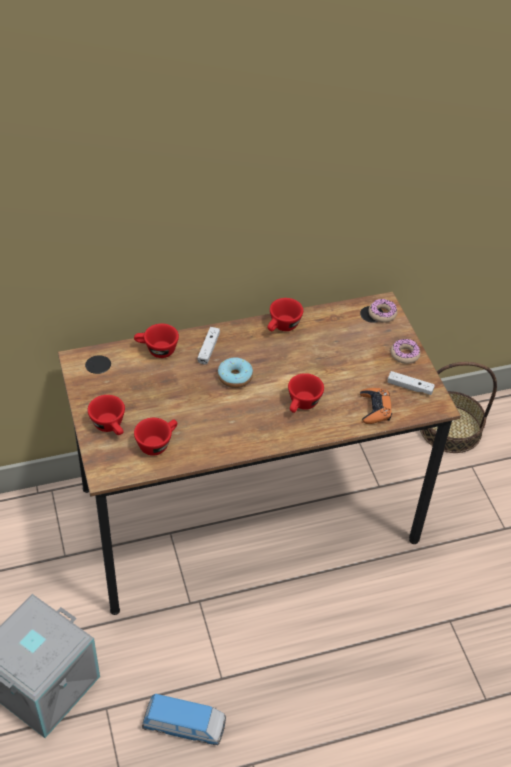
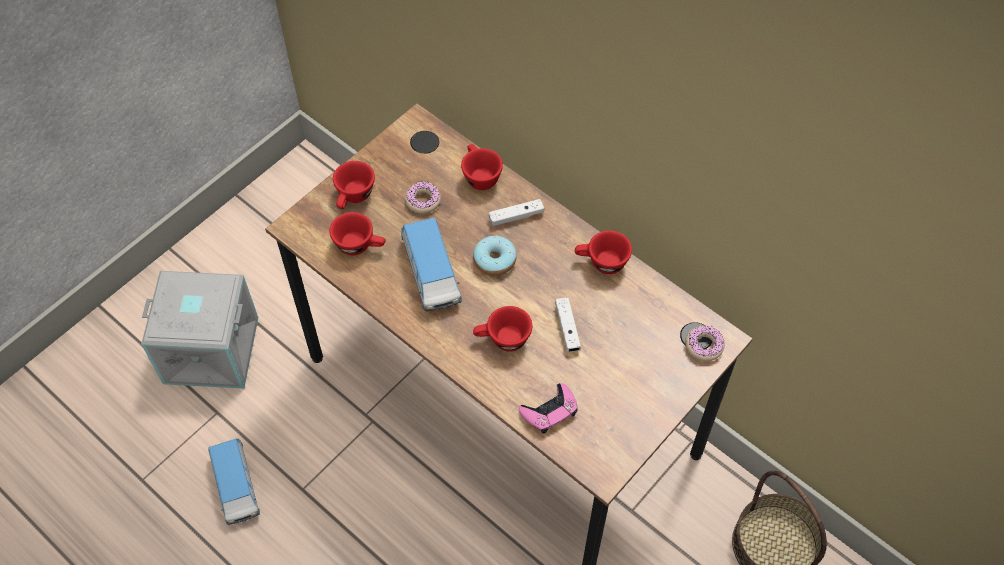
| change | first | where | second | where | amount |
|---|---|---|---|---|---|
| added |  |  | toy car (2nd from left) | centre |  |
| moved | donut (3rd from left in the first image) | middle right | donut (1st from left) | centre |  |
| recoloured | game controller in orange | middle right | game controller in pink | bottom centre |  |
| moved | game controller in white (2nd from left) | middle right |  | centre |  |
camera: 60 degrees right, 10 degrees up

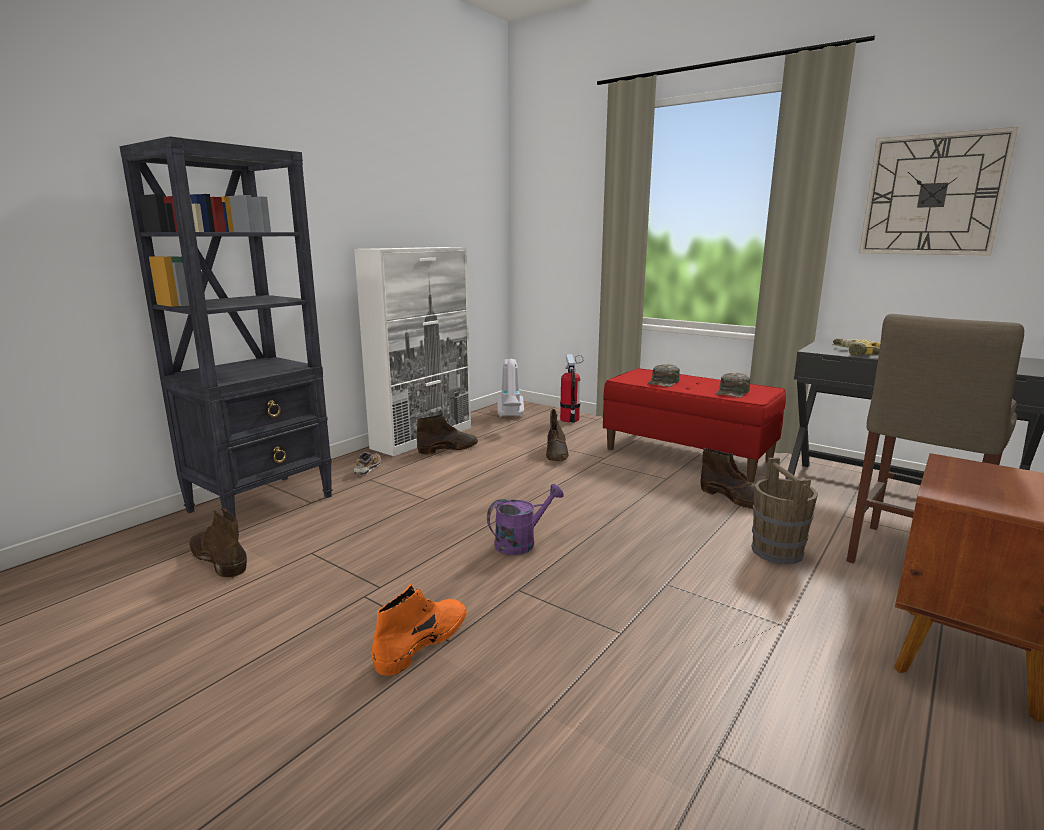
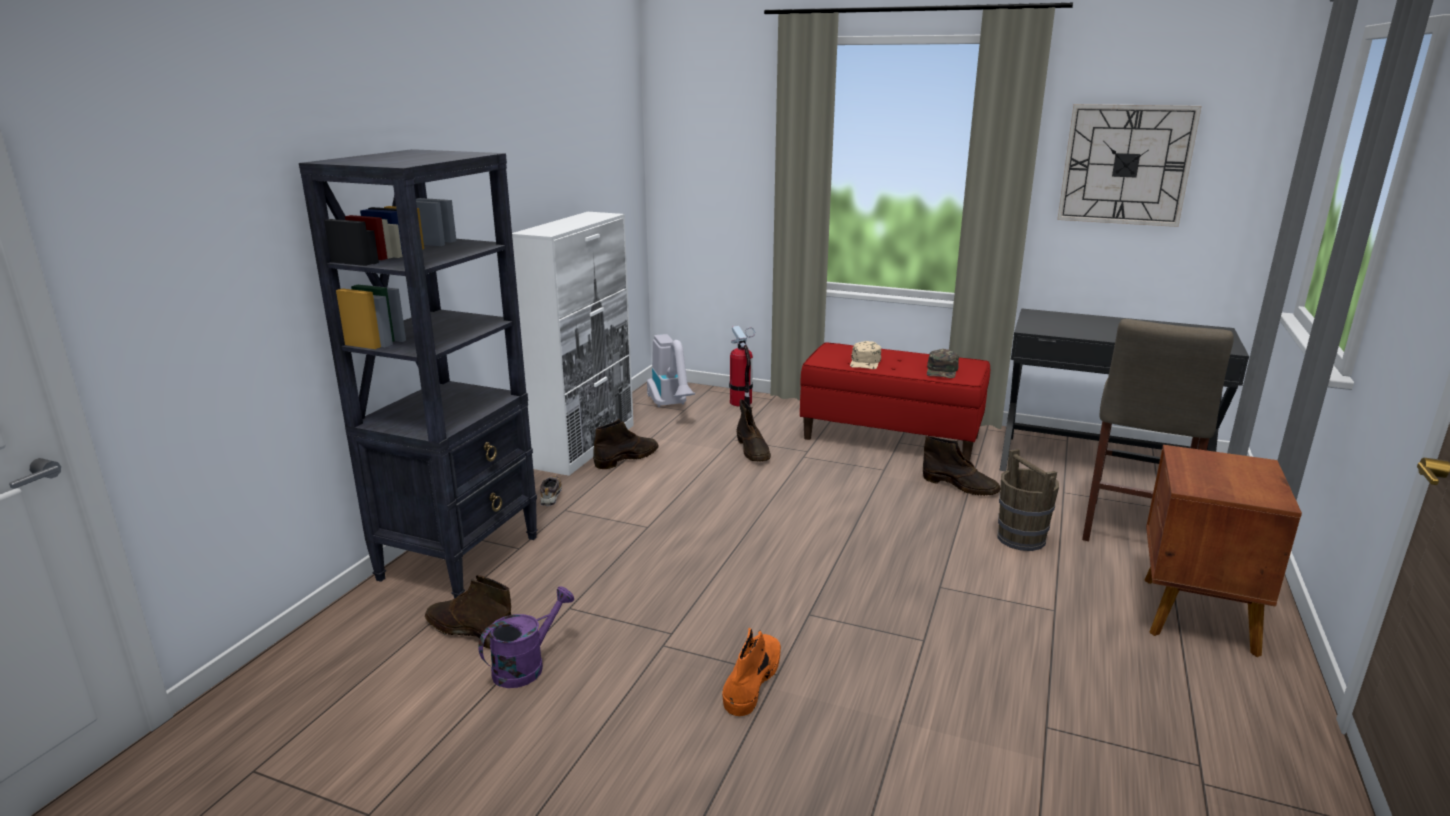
| change | first | where | second | where | amount |
|---|---|---|---|---|---|
| moved | watering can in purple | centre |  | bottom centre |  |
| recoloured | cap in green (1st from left) | centre | cap in beige | centre |  |
| removed | power drill | middle right |  |  |  |
camera: 15 degrees left, 5 degrees up

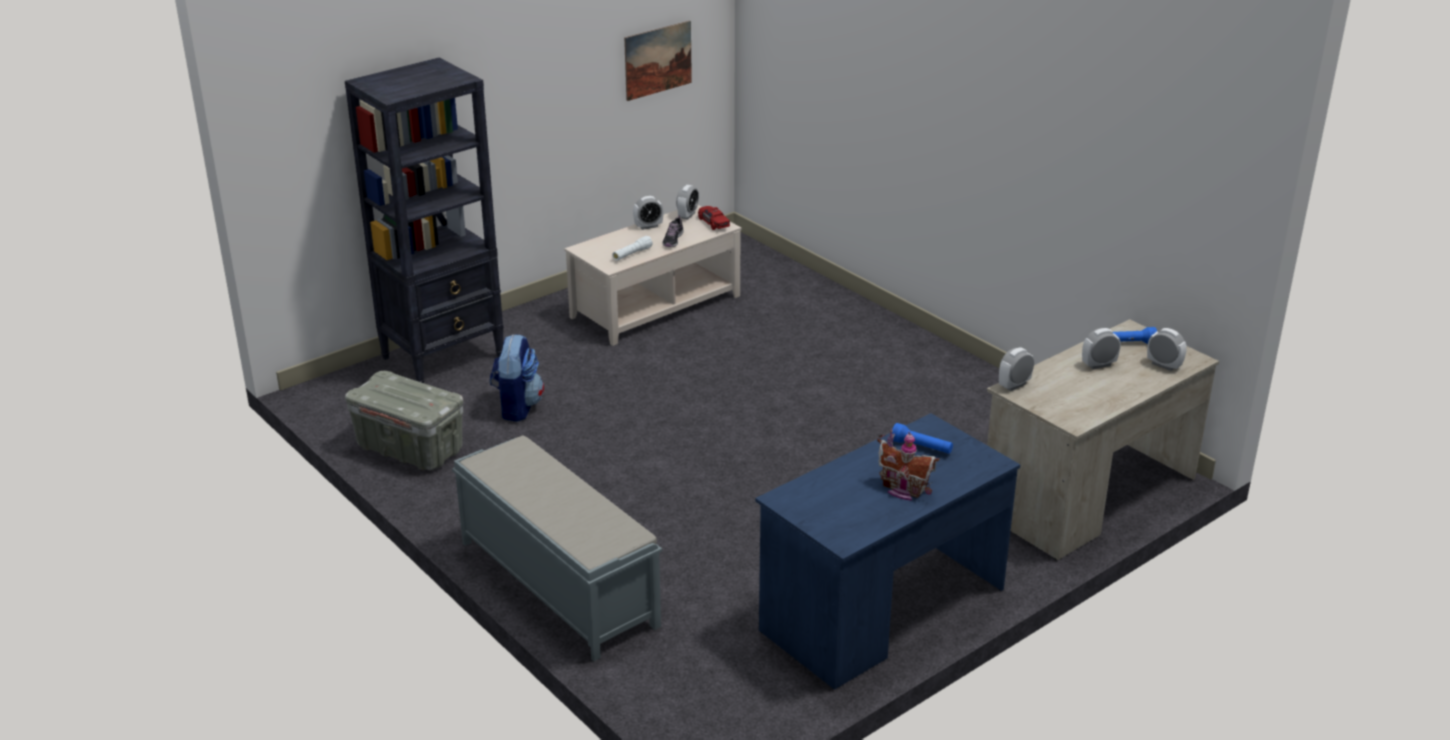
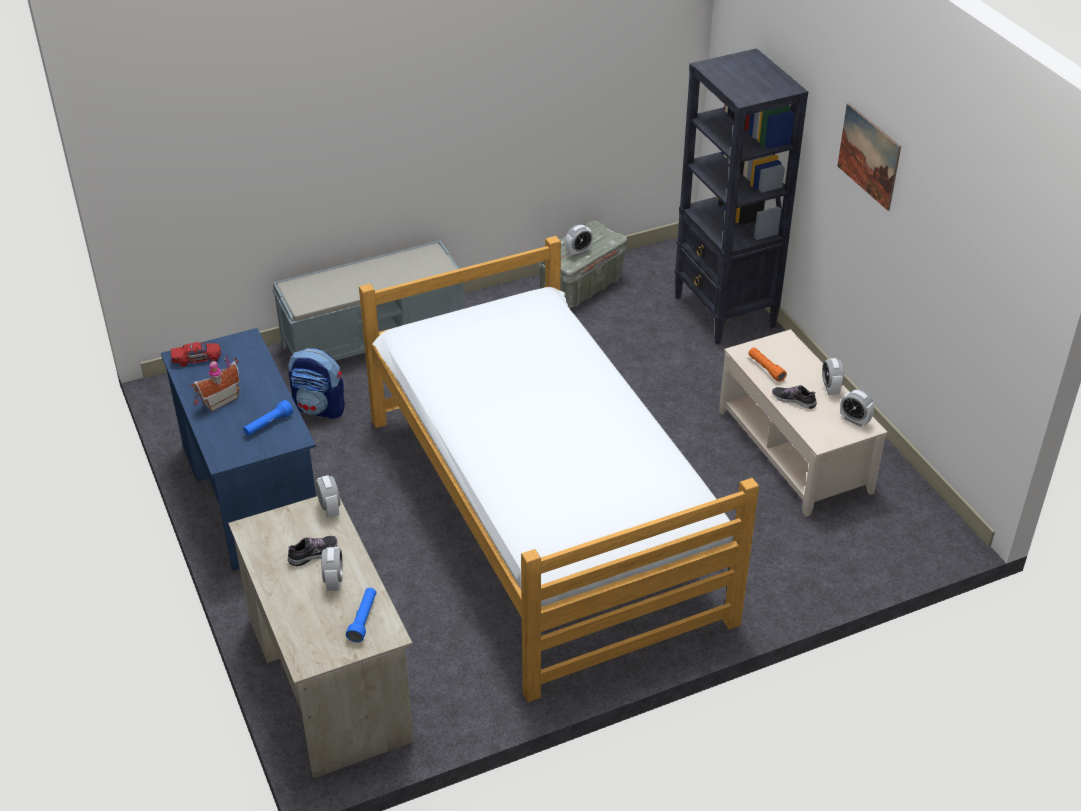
| change | first | where | second | where | amount |
|---|---|---|---|---|---|
| moved | toy car in red | top centre |  | middle left |  |
| moved | backpack | centre |  | middle left |  |
| added |  |  | shoe (1st from left) | bottom left |  |
| added |  |  | bed | centre |  |
| moved | alarm clock (5th from left in the first image) | middle right | alarm clock (3rd from left) | top centre |  |
| recoloured | flashlight in white | centre | flashlight in orange | middle right |  |
| moved | picture | top centre |  | top right |  |
camera: 105 degrees right, 10 degrees up

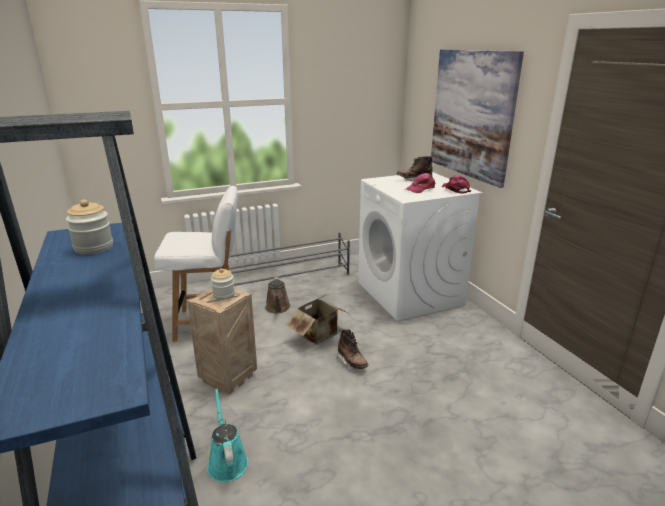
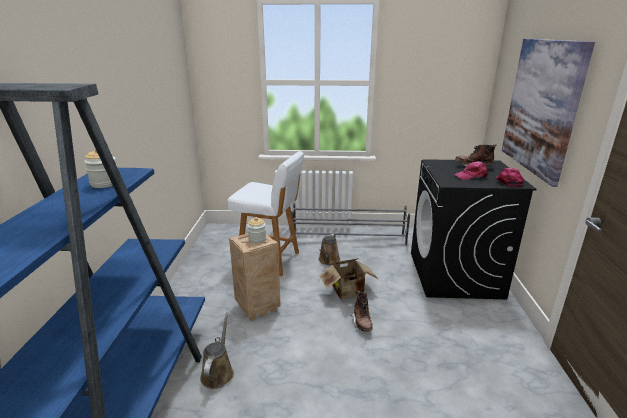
| change | first | where | second | where | amount |
|---|---|---|---|---|---|
| recoloured | watering can in turquoise | bottom centre | watering can in brown (1st from left) | bottom centre |  |
| recoloured | washing machine in white | centre | washing machine in black | middle right |  |
camera: 25 degrees right, 0 degrees up

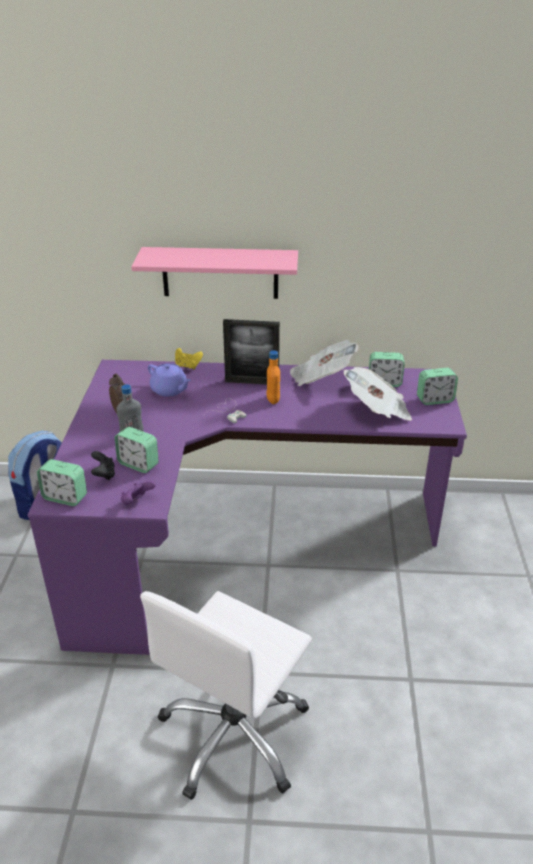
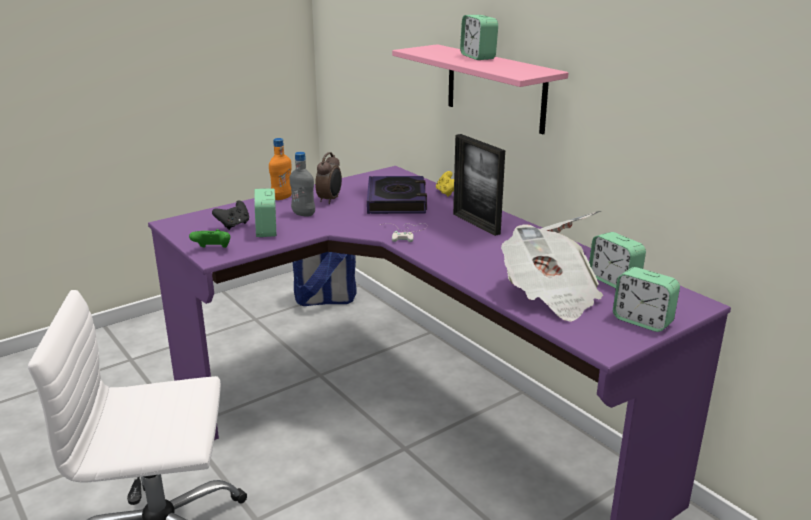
| change | first | where | second | where | amount |
|---|---|---|---|---|---|
| recoloured | game controller in purple | middle left | game controller in green | middle left |  |
| moved | bottle in orange | centre |  | top centre |  |
| replaced | teapot in purple | middle left | book | centre |  |
| moved | alarm clock (1st from left in the first image) | middle left | alarm clock (3rd from left) | top centre |  |
camera: 50 degrees right, 10 degrees down

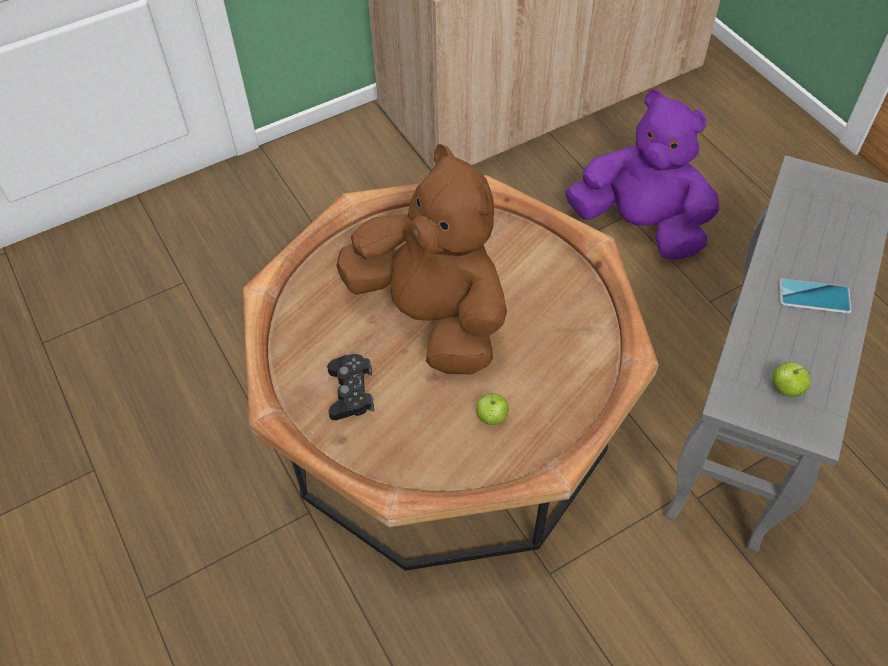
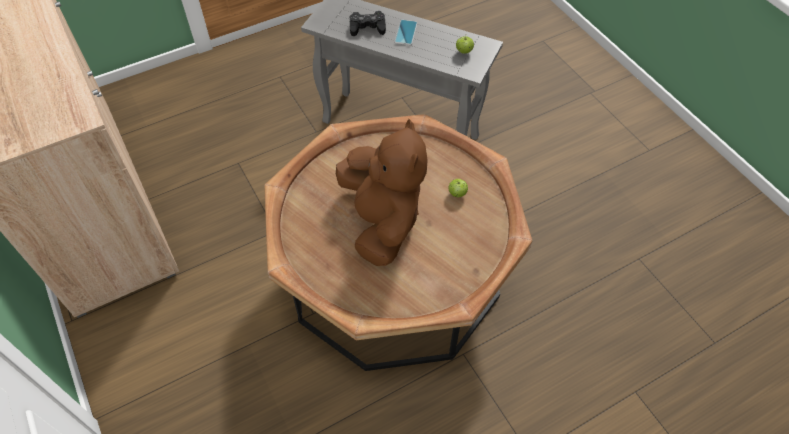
| change | first | where | second | where | amount |
|---|---|---|---|---|---|
| turned | plush toy in brown | centre |  | centre | 120 degrees clockwise |
| moved | game controller in black | centre |  | top centre |  |
| removed | plush toy in purple | top right |  |  |  |
camera: 90 degrees left, 0 degrees up

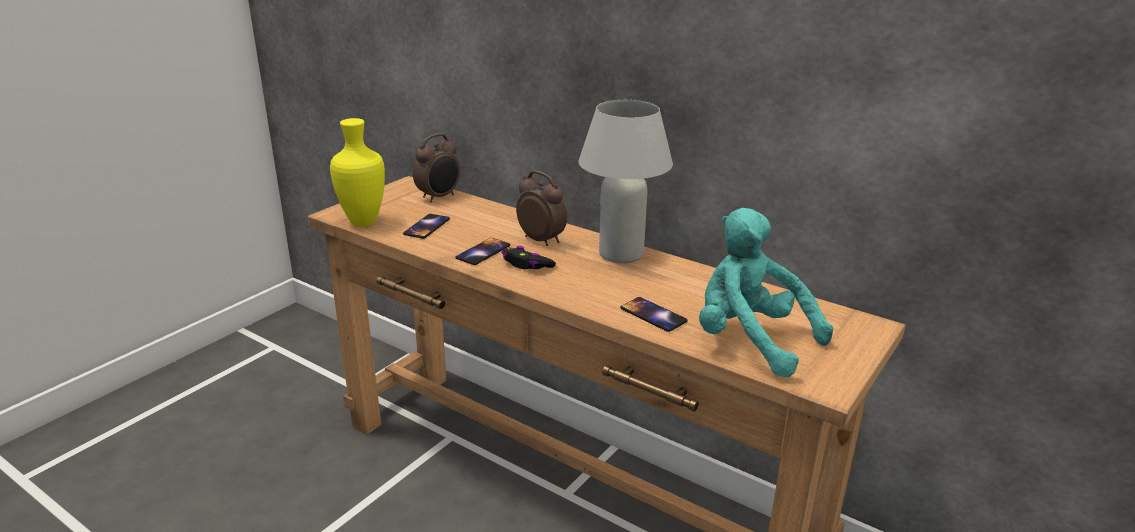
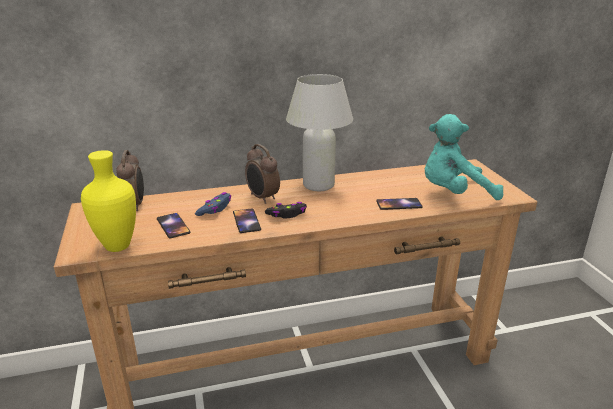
| change | first | where | second | where | amount |
|---|---|---|---|---|---|
| added |  |  | game controller in blue | centre |  |
| turned | alarm clock (2nd from left) | centre |  | centre | 120 degrees counterclockwise |
camera: 50 degrees left, 0 degrees up

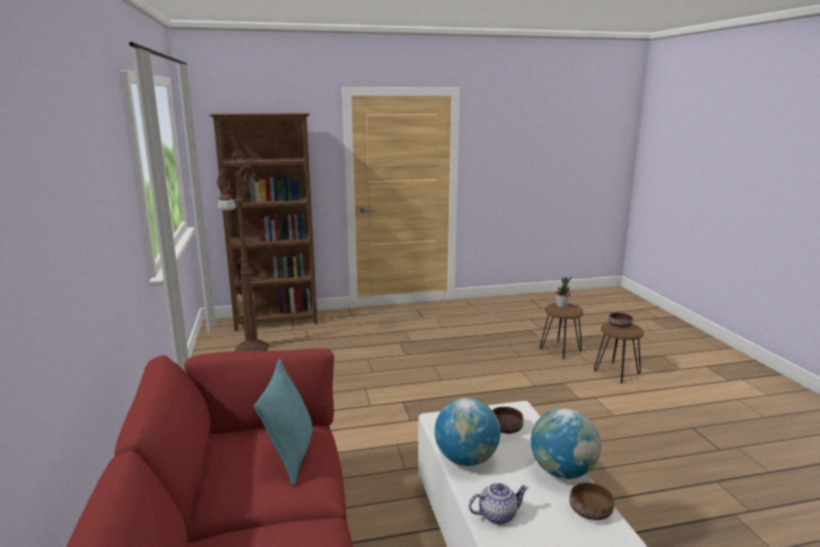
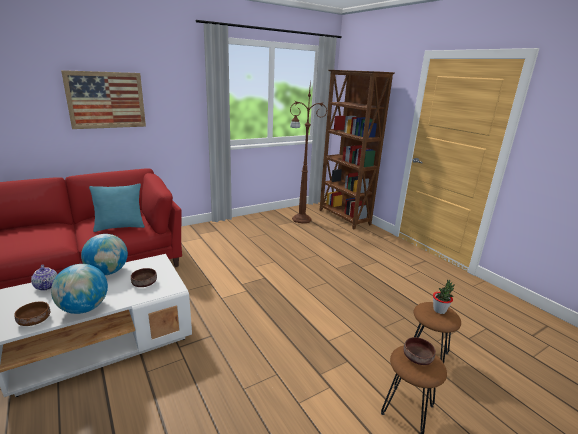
| change | first | where | second | where | amount |
|---|---|---|---|---|---|
| added |  |  | picture | top left |  |
camera: 70 degrees right, 5 degrees up

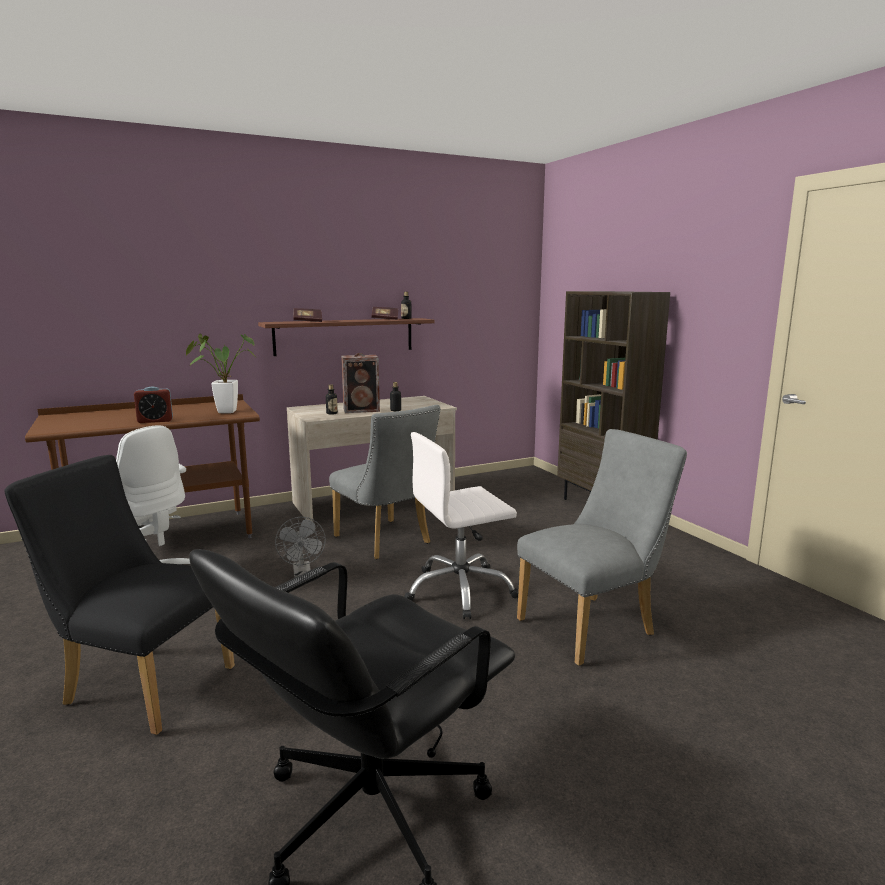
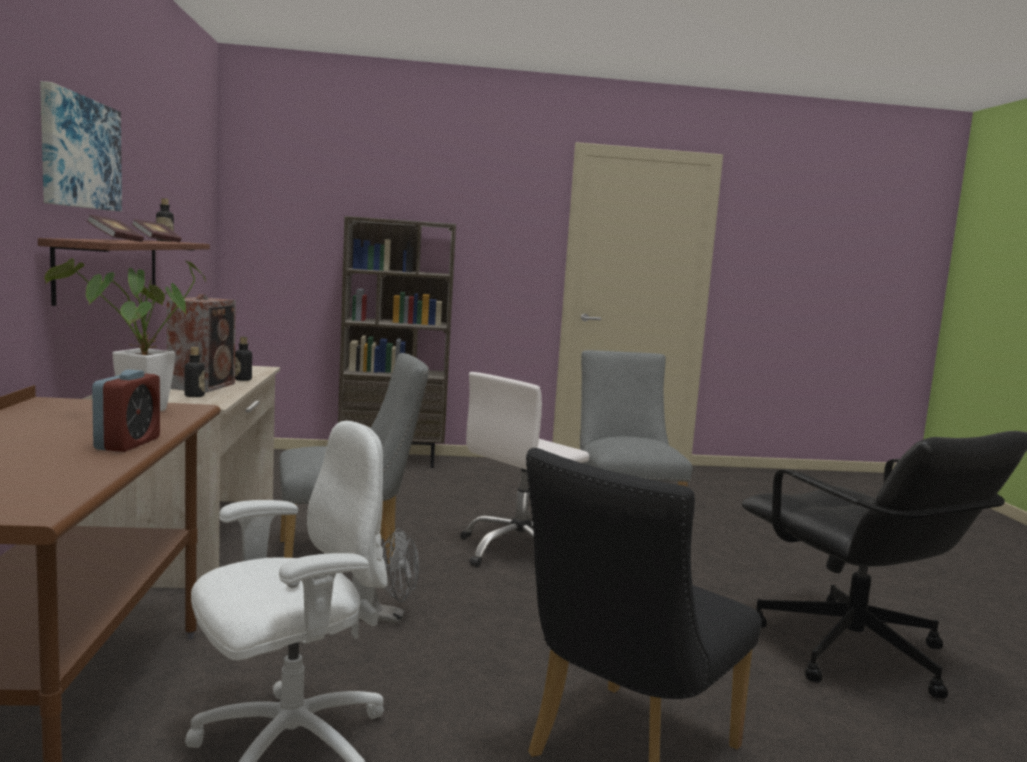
| change | first | where | second | where | amount |
|---|---|---|---|---|---|
| added |  |  | picture | top left |  |
| turned | office chair in white (2nd from left) | centre |  | centre | 45 degrees clockwise |
camera: 70 degrees left, 5 degrees down

